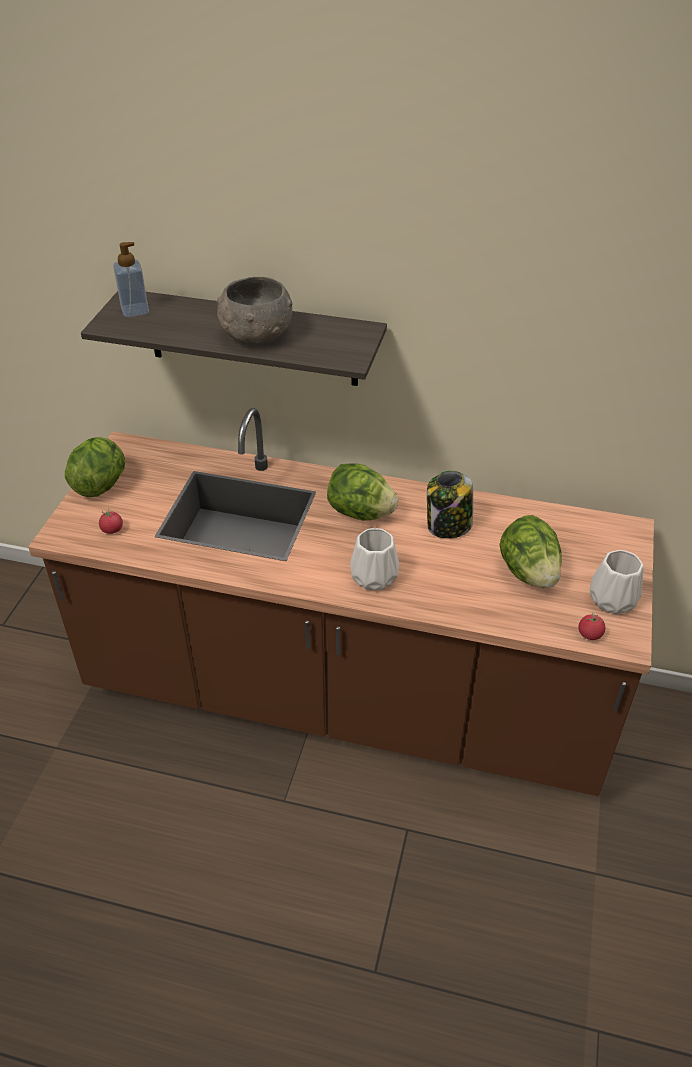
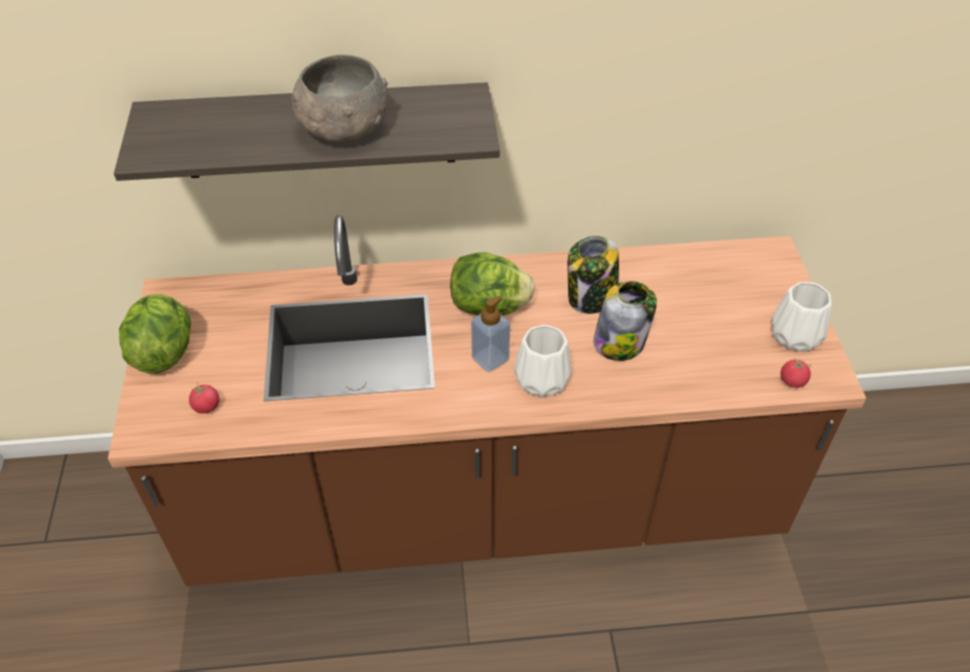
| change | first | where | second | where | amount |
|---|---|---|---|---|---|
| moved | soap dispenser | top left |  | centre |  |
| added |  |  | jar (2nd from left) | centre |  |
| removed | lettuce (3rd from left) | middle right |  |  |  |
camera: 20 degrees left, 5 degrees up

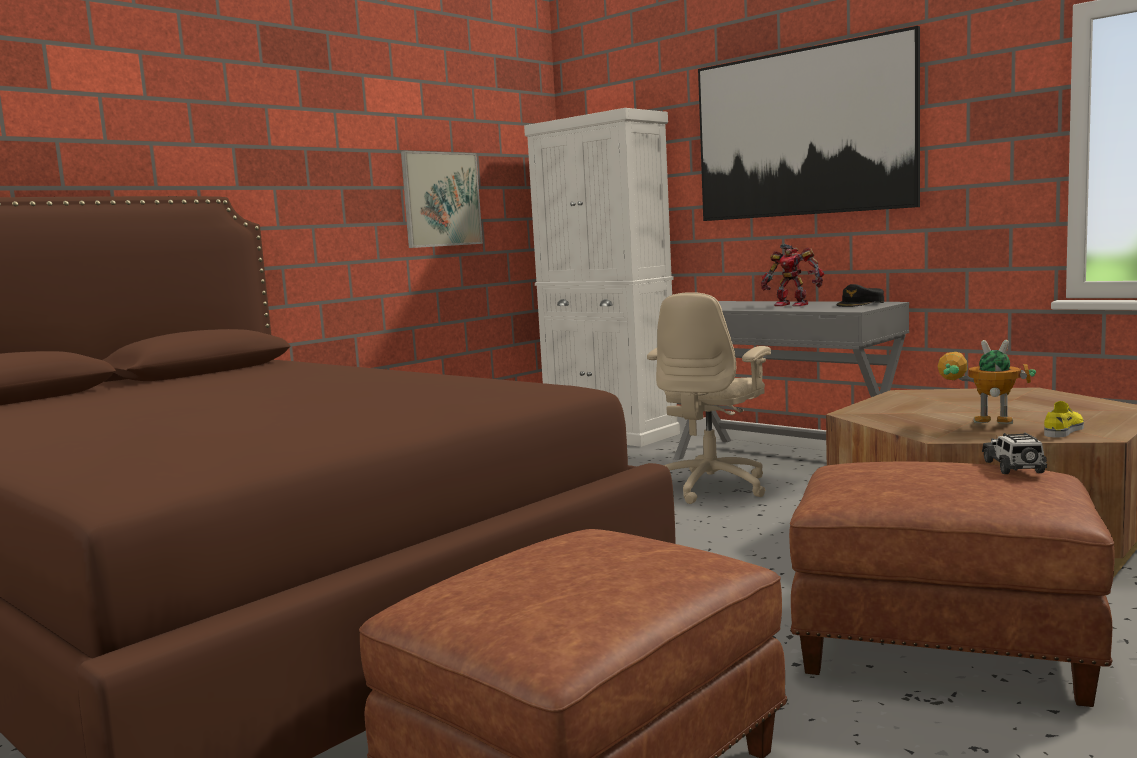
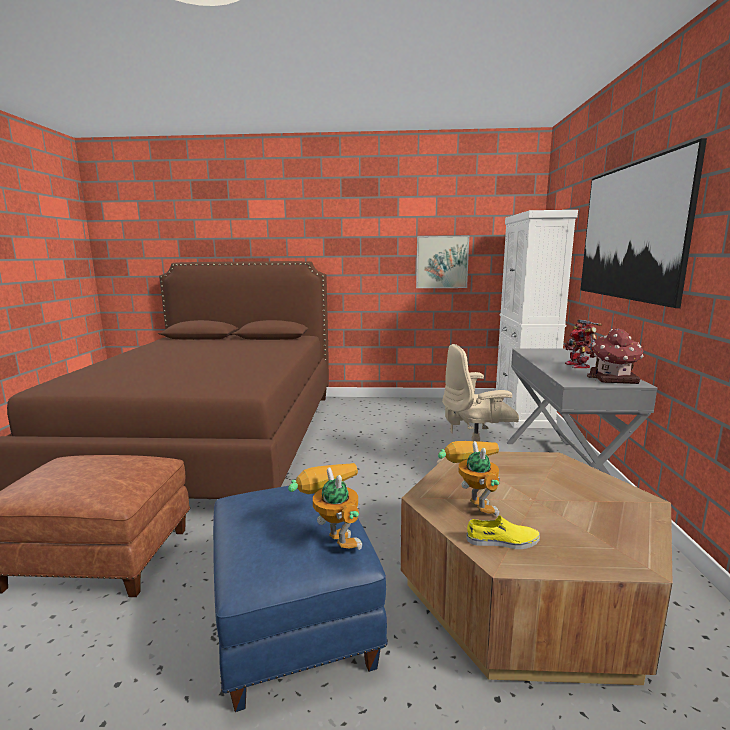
| change | first | where | second | where | amount |
|---|---|---|---|---|---|
| recoloured | ottoman in brown (2nd from left) | bottom right | ottoman in blue | bottom centre |  |
| replaced | toy car | middle right | toy robot (1st from left) | bottom centre |  |
| replaced | cap in black | middle right | toy house | middle right |  |
camera: 50 degrees right, 5 degrees up

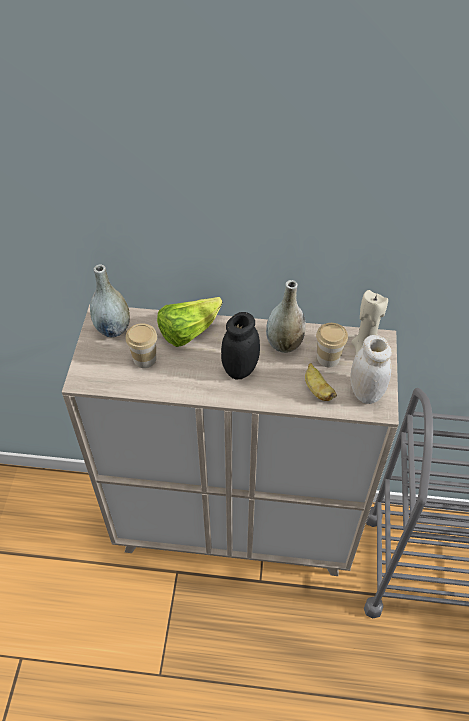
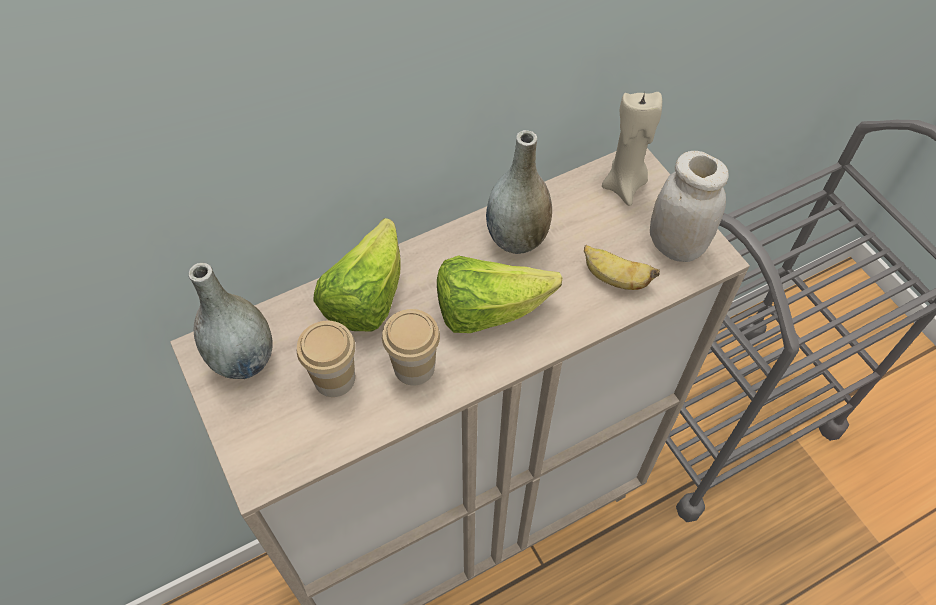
| change | first | where | second | where | amount |
|---|---|---|---|---|---|
| moved | cup (2nd from left) | middle right |  | centre |  |
| replaced | jar in black | centre | lettuce (2nd from left) | centre |  |
camera: 35 degrees left, 5 degrees up

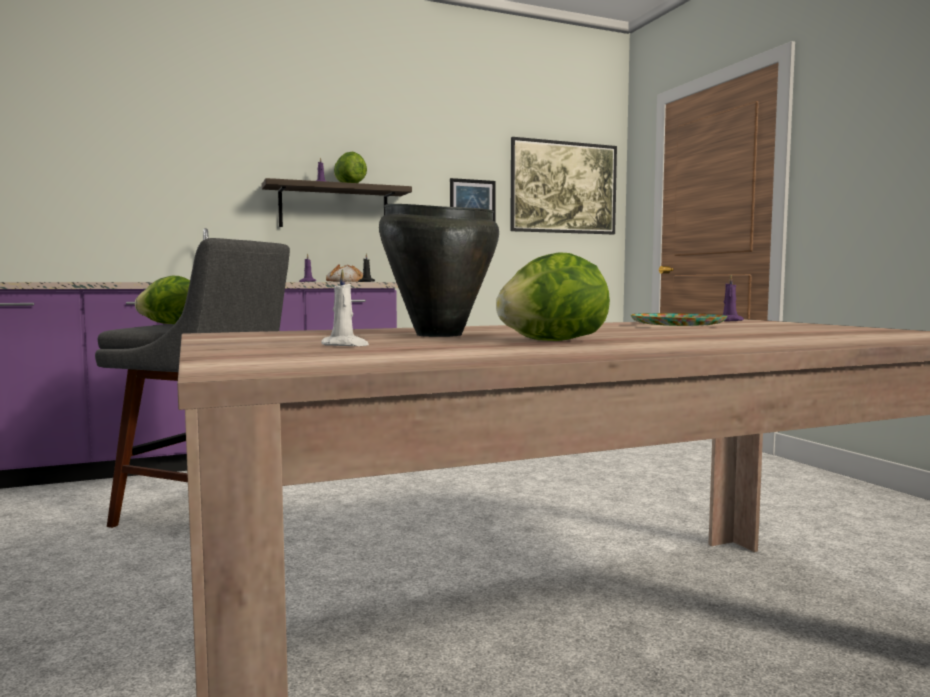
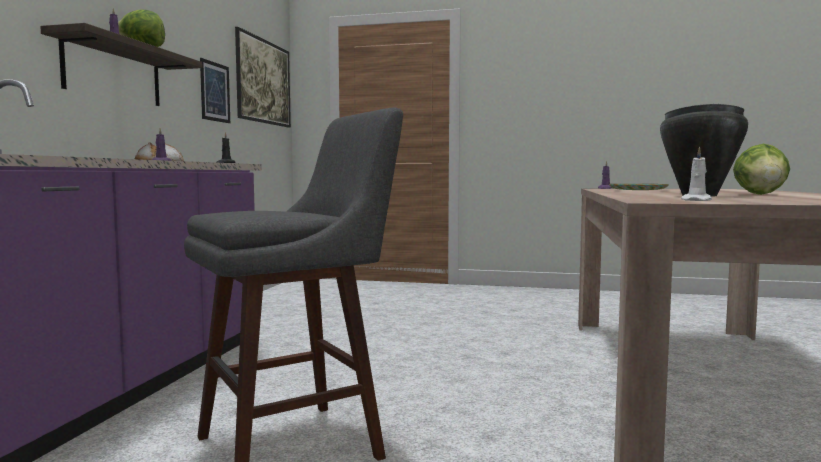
| change | first | where | second | where | amount |
|---|---|---|---|---|---|
| moved | candle in white | centre |  | middle right |  |
| removed | lettuce (1st from left) | middle left |  |  |  |
camera: 55 degrees left, 0 degrees up

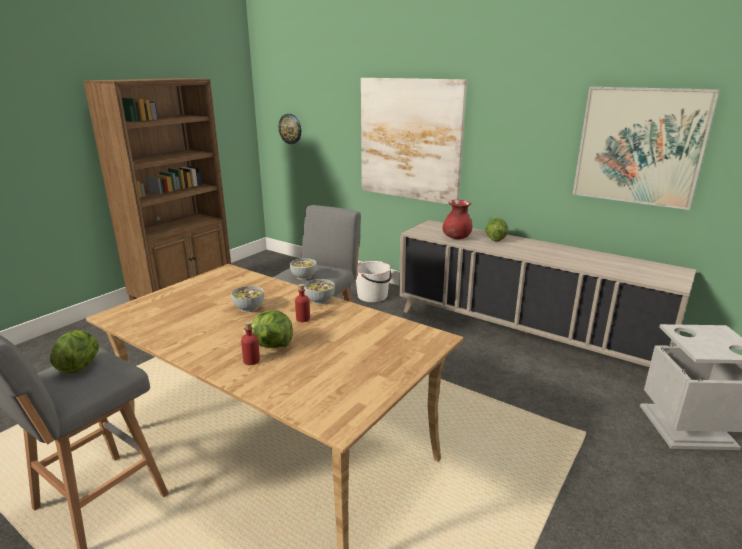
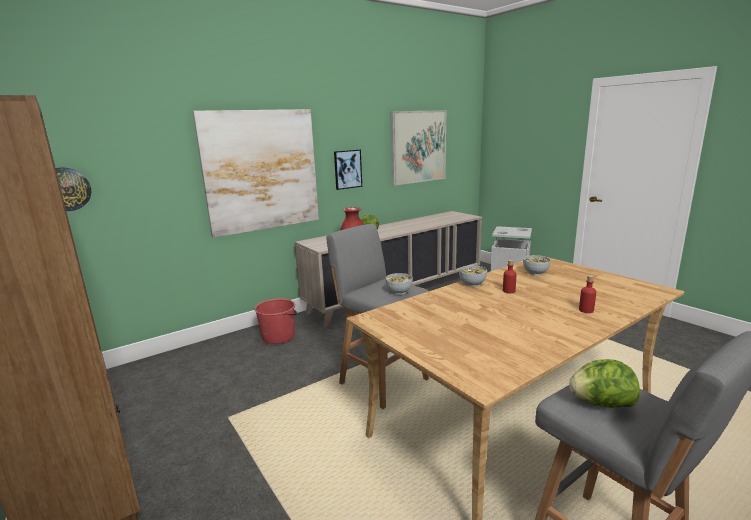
| change | first | where | second | where | amount |
|---|---|---|---|---|---|
| recoloured | bucket in white | centre | bucket in red | centre |  |
| added |  |  | picture (2nd from left) | top centre |  |
| moved | bowl (1st from left in the first image) | middle left | bowl (3rd from left) | middle right |  |
| removed | lettuce (2nd from left) | centre |  |  |  |
camera: 70 degrees left, 5 degrees down

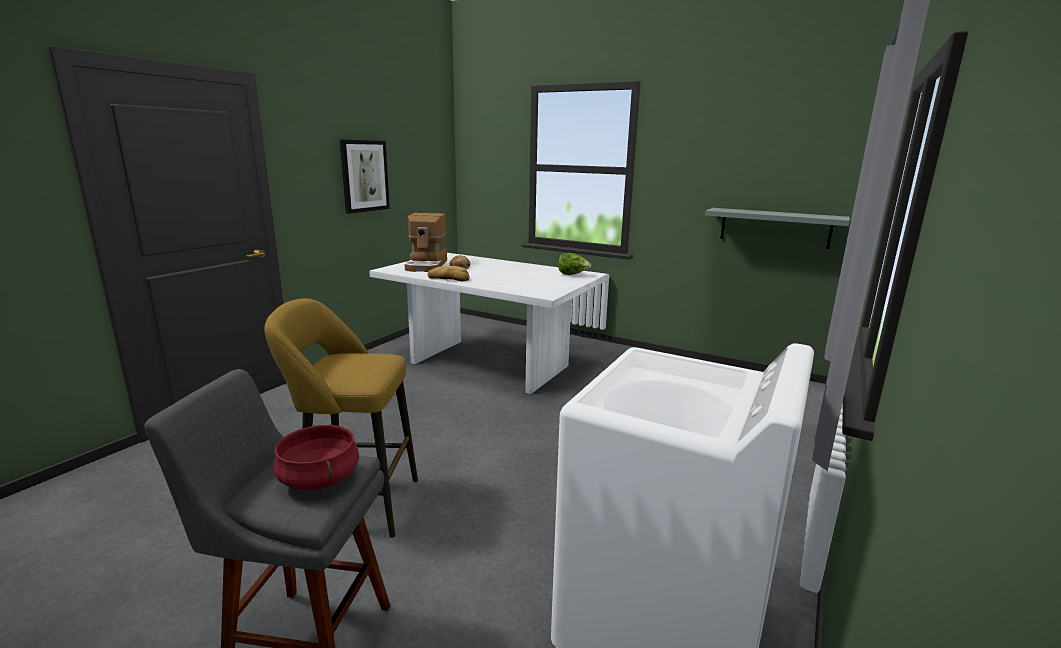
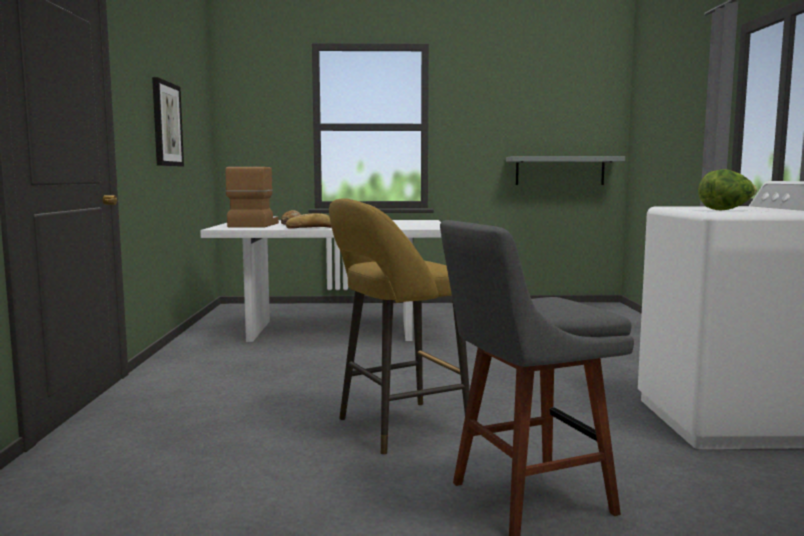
| change | first | where | second | where | amount |
|---|---|---|---|---|---|
| turned | coffee machine | centre |  | middle left | 150 degrees counterclockwise |
| moved | lettuce | centre |  | middle right |  |
| removed | cooking pot in red | bottom left |  |  |  |
camera: 30 degrees left, 10 degrees down

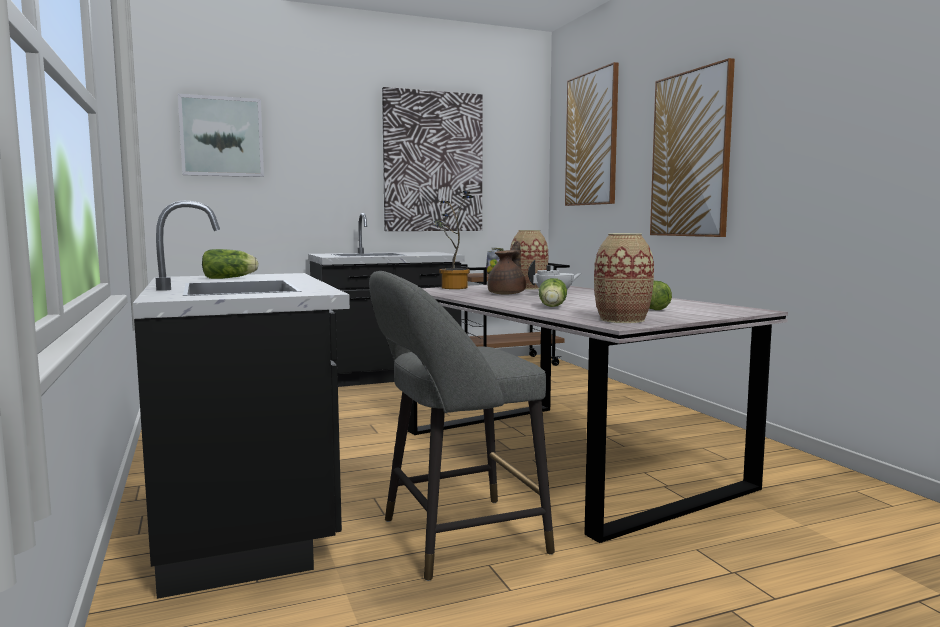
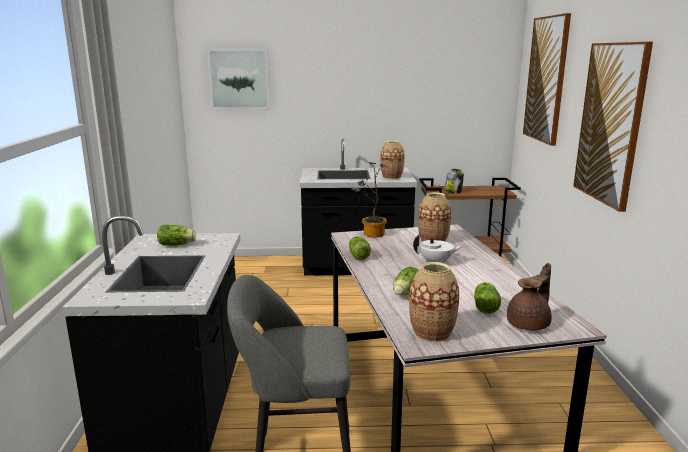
| change | first | where | second | where | amount |
|---|---|---|---|---|---|
| added |  |  | lettuce (2nd from left) | centre |  |
| added |  |  | vase (1st from left) | centre |  |
| moved | teapot in brown | centre |  | middle right |  |
| removed | picture (2nd from left) | top centre |  |  |  |
camera: 20 degrees right, 10 degrees up

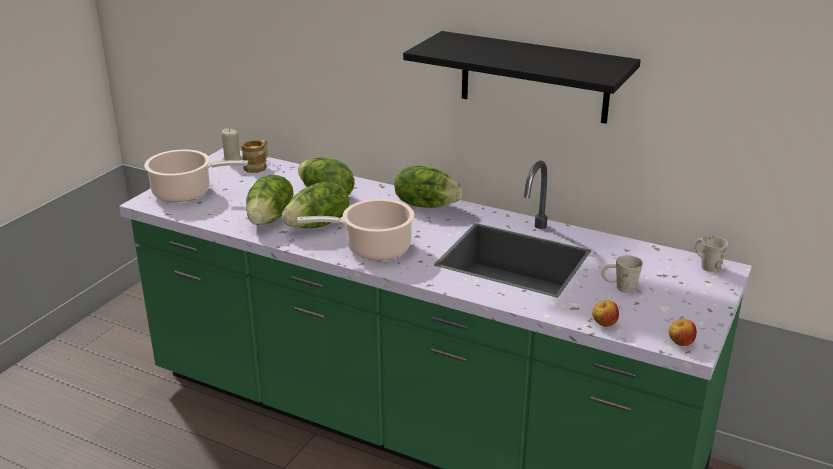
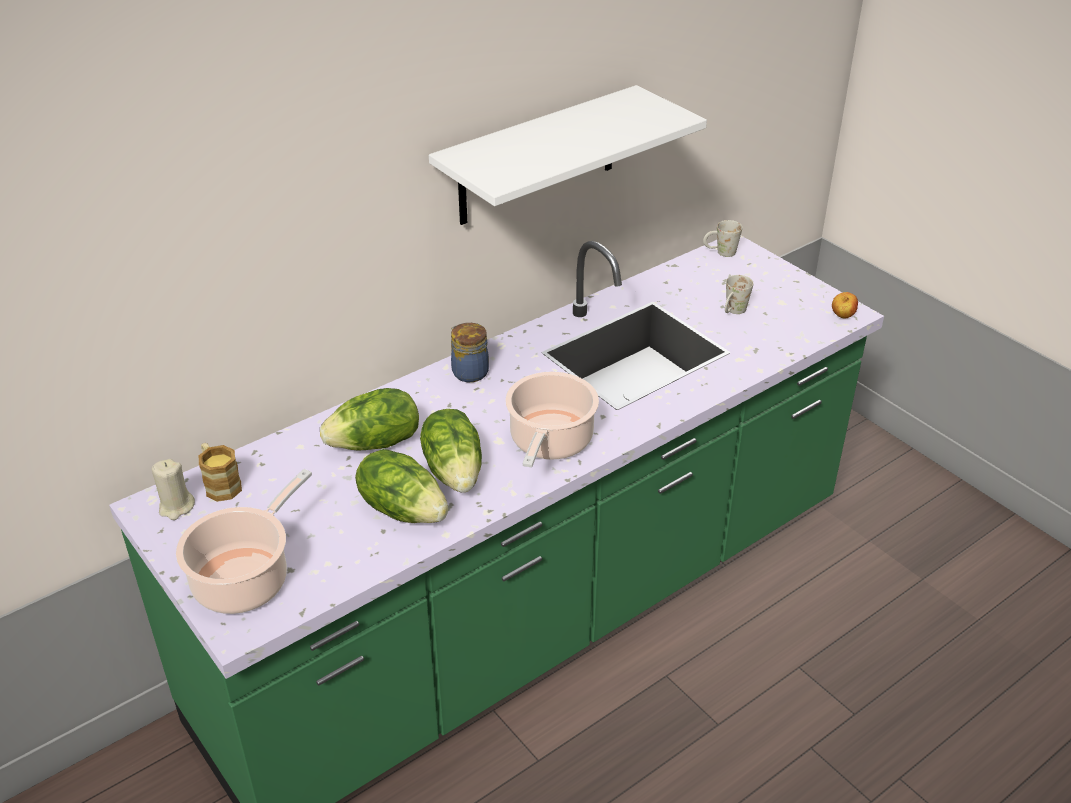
| change | first | where | second | where | amount |
|---|---|---|---|---|---|
| recoloured | shelf in black | top centre | shelf in white | top centre |  |
| replaced | lettuce (4th from left) | centre | jar | centre |  |
| removed | apple (1st from left) | bottom right |  |  |  |
camera: 65 degrees left, 10 degrees up

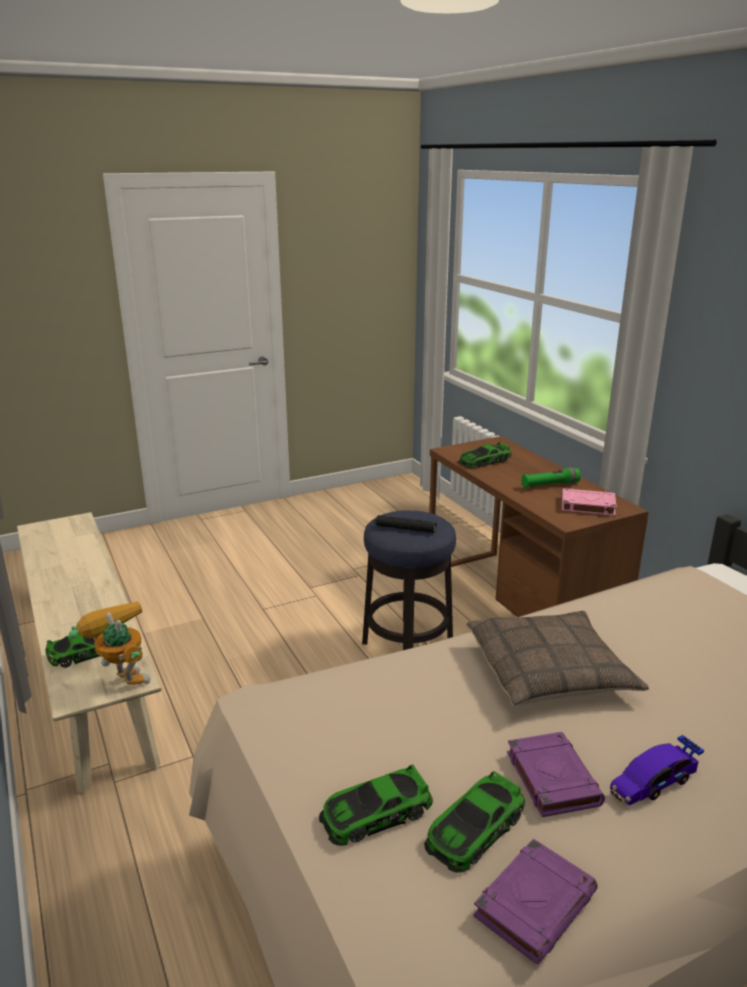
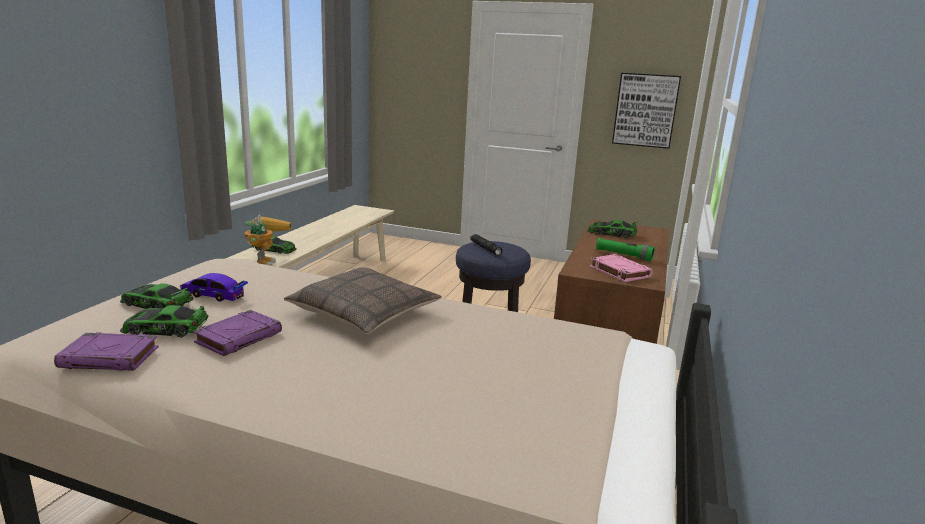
| change | first | where | second | where | amount |
|---|---|---|---|---|---|
| moved | toy car (5th from left in the first image) | bottom right | toy car (3rd from left) | middle left |  |
| added |  |  | picture | top right |  |
camera: 45 degrees right, 5 degrees down

